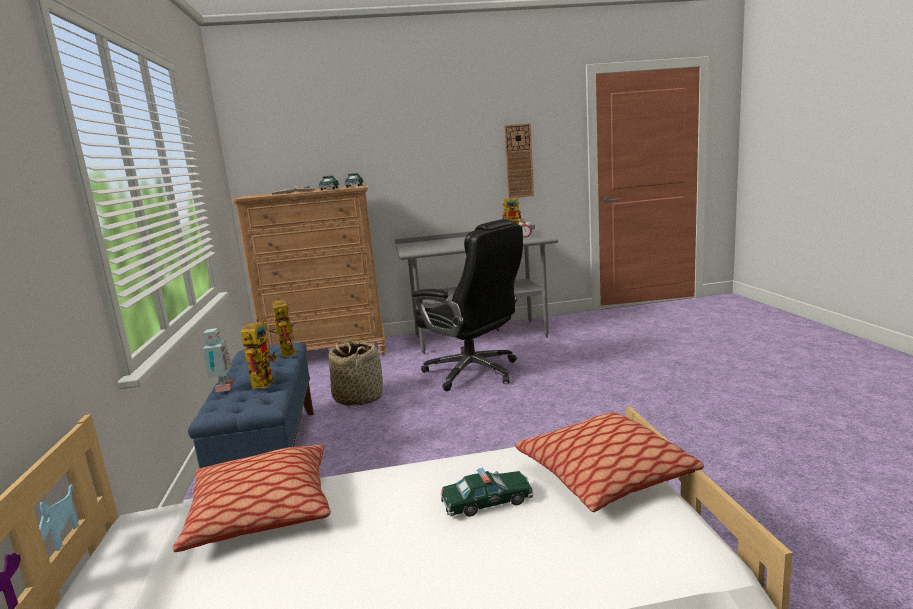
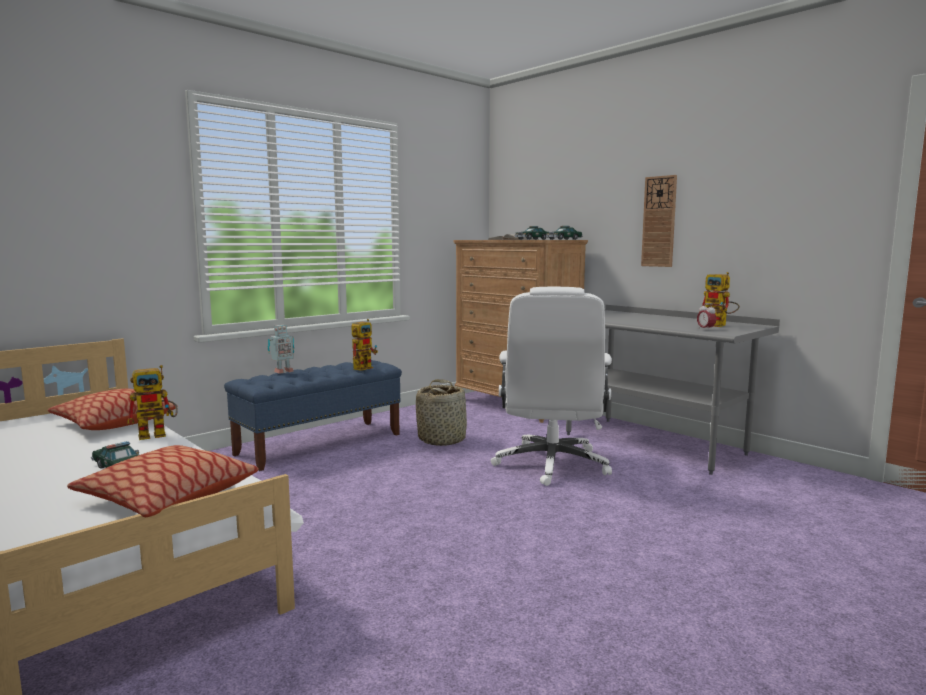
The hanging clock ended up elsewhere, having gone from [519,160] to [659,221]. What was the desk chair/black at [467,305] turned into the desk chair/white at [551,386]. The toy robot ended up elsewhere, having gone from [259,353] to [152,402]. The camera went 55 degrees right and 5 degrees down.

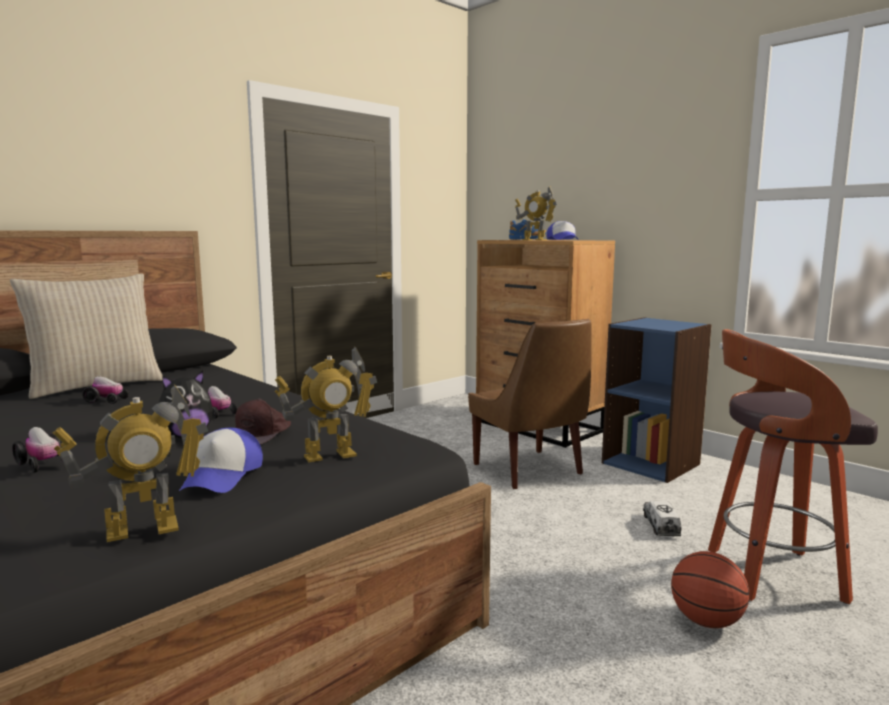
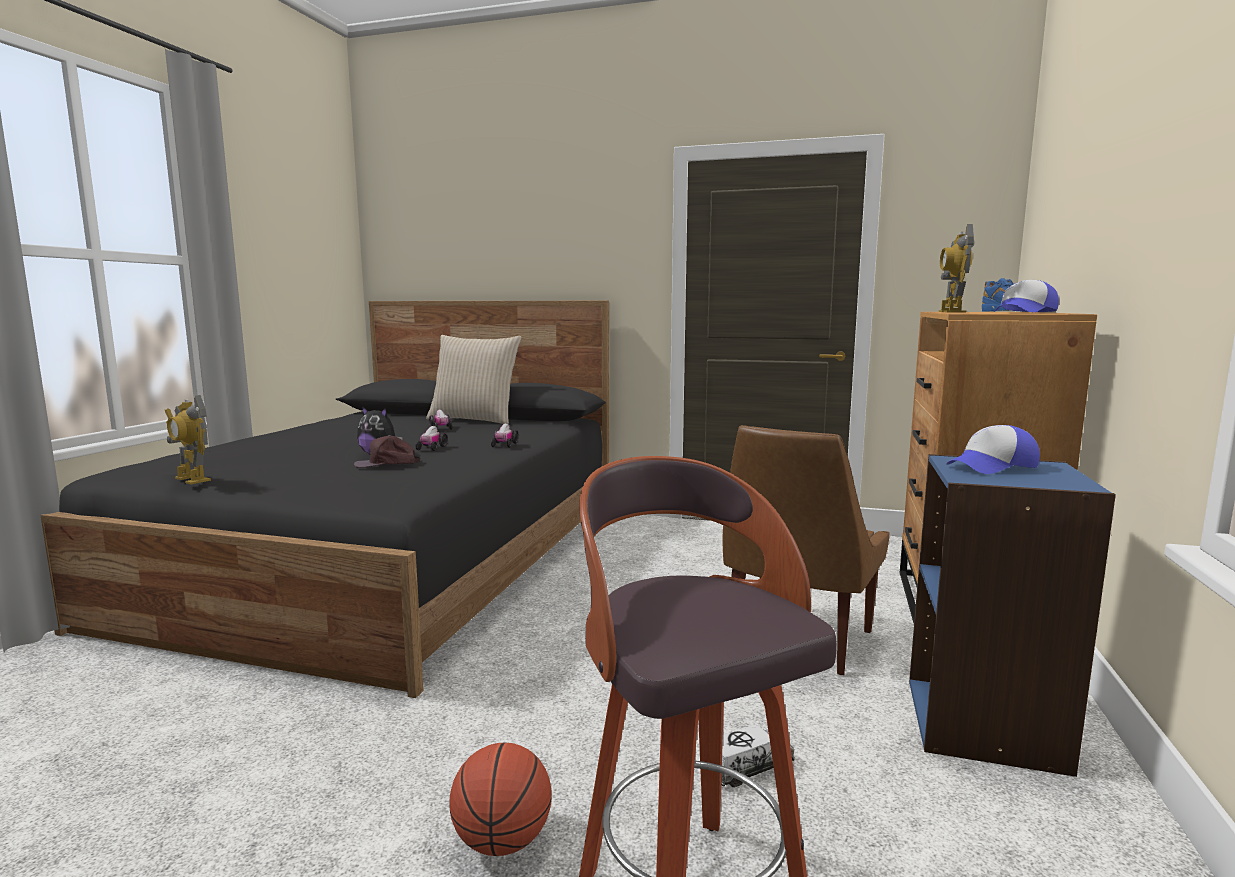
The second view lost the toy robot at [325,404]. The toy car ended up elsewhere, having gone from [38,450] to [505,435]. The peaked cap ended up elsewhere, having gone from [221,460] to [993,449]. The camera went 60 degrees right and 0 degrees up.

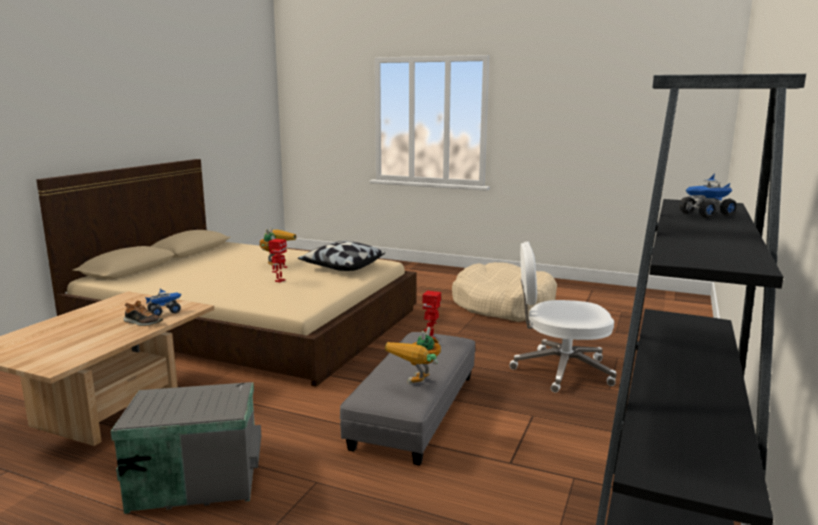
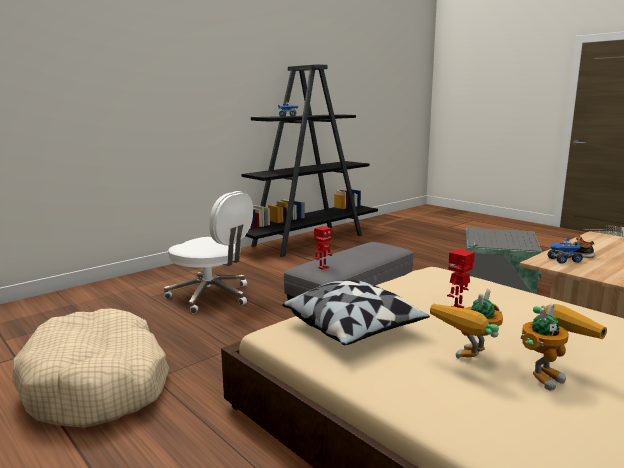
The toy robot ended up elsewhere, having gone from [413,355] to [564,347]. The camera went 155 degrees left and 0 degrees up.

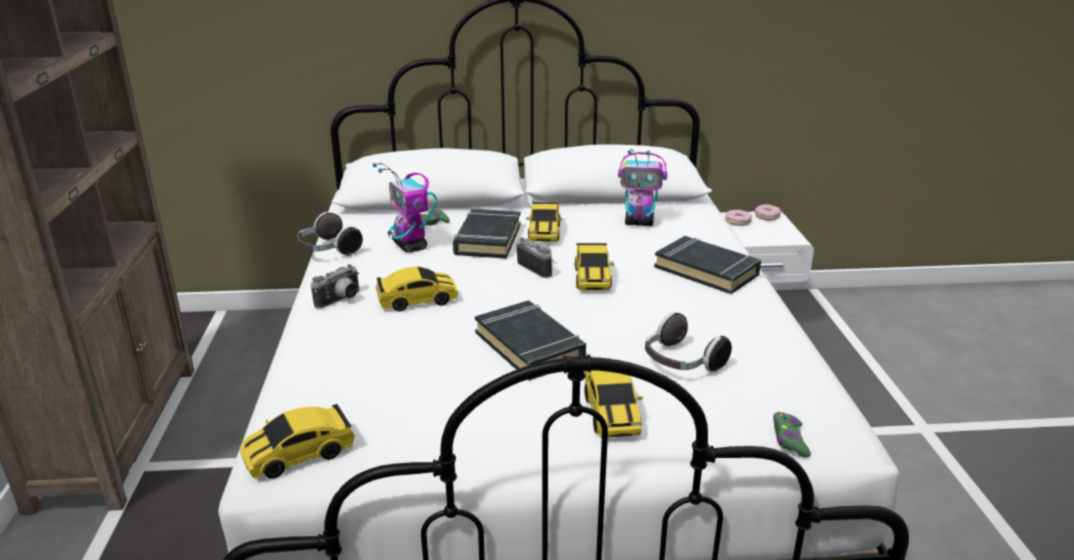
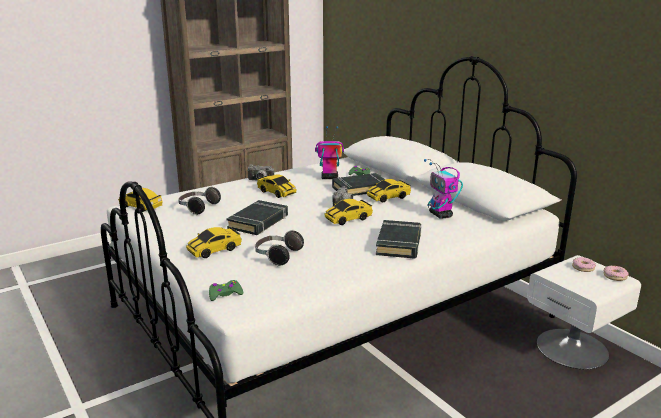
The toy robot at [404,207] ended up facing another way, 60 degrees clockwise from before. The headphones ended up elsewhere, having gone from [330,234] to [199,200]. The camera went 60 degrees right and 5 degrees down.

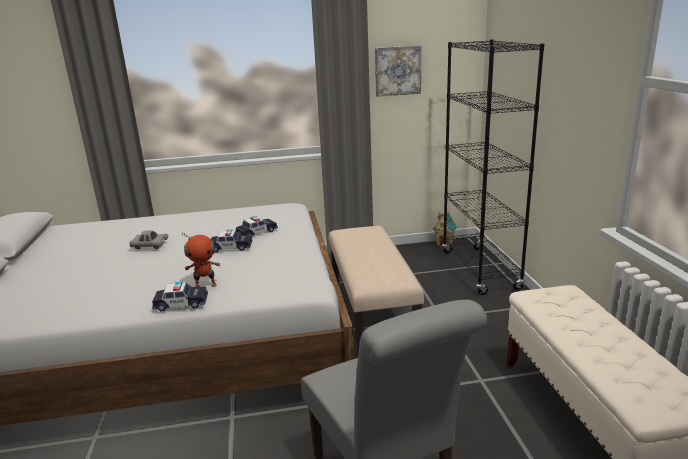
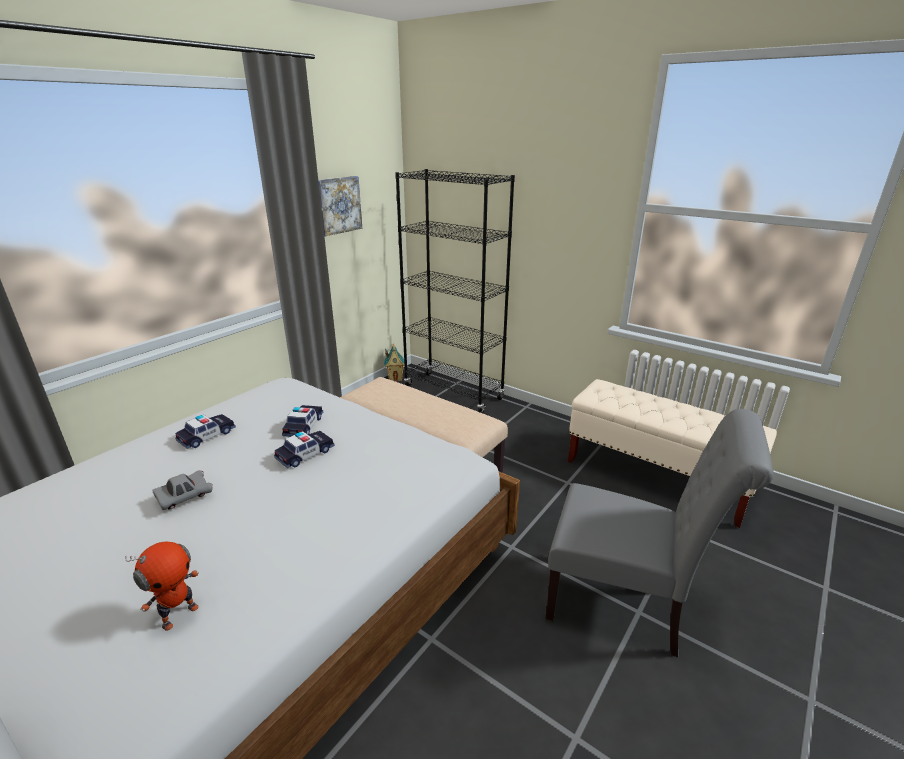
The toy robot ended up elsewhere, having gone from [201,259] to [162,586]. The toy car ended up elsewhere, having gone from [180,296] to [205,431]. The camera went 45 degrees left and 5 degrees up.

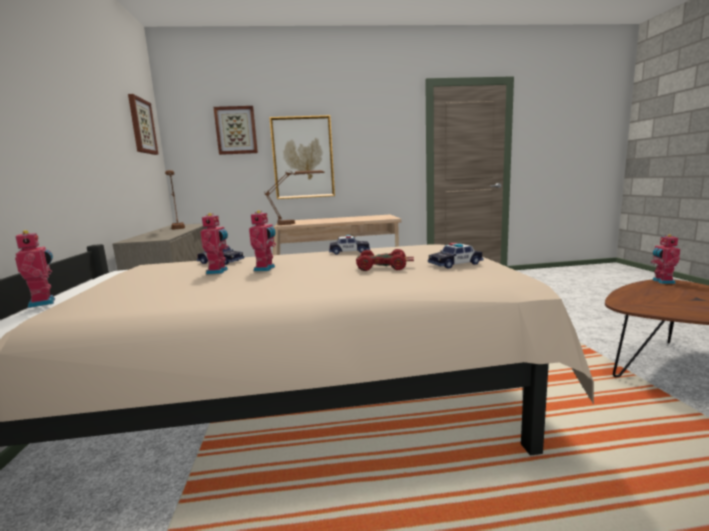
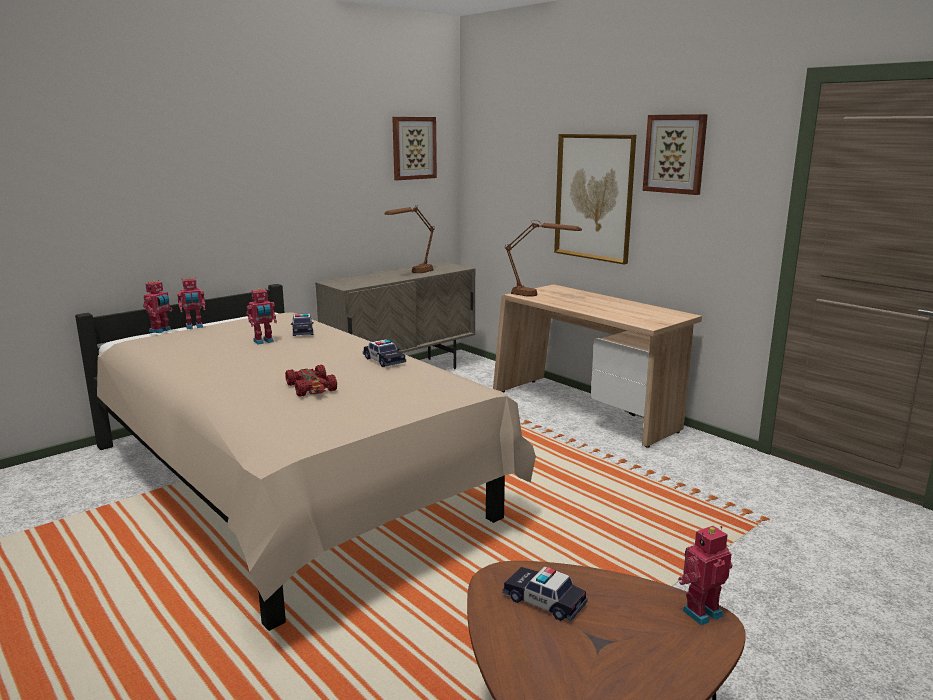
The wall picture ended up elsewhere, having gone from [235,130] to [675,154]. The toy robot ended up elsewhere, having gone from [262,240] to [191,303]. The toy car ended up elsewhere, having gone from [456,255] to [545,593]. The camera went 55 degrees right and 5 degrees up.

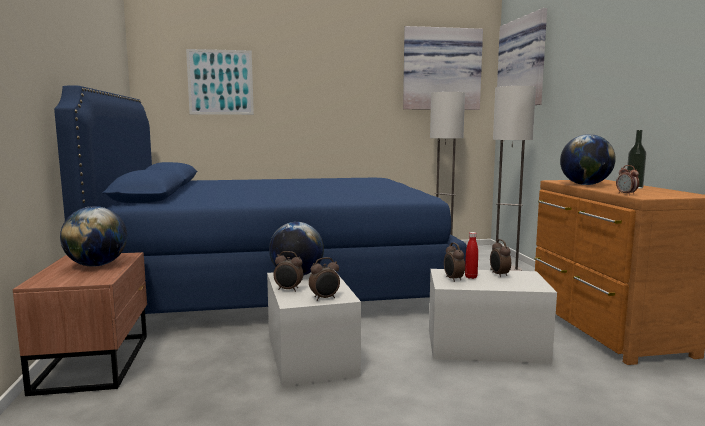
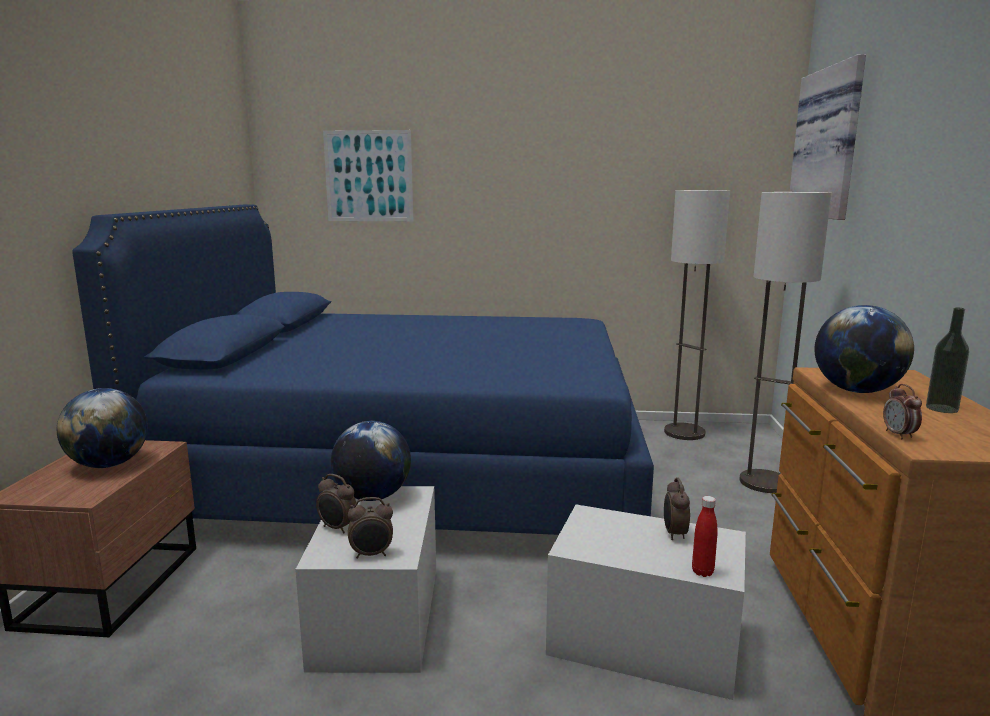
The second view lost the wall picture at [443,68]. The drink bottle/reddish ended up elsewhere, having gone from [471,255] to [705,536]. The second view lost the table clock at [454,262]. The camera went 15 degrees right and 5 degrees up.

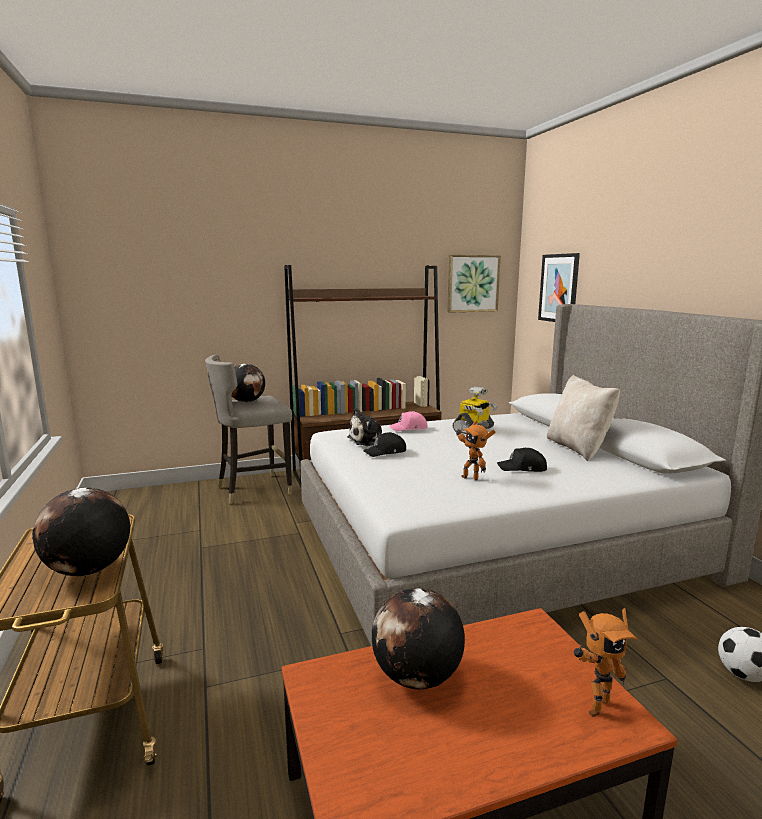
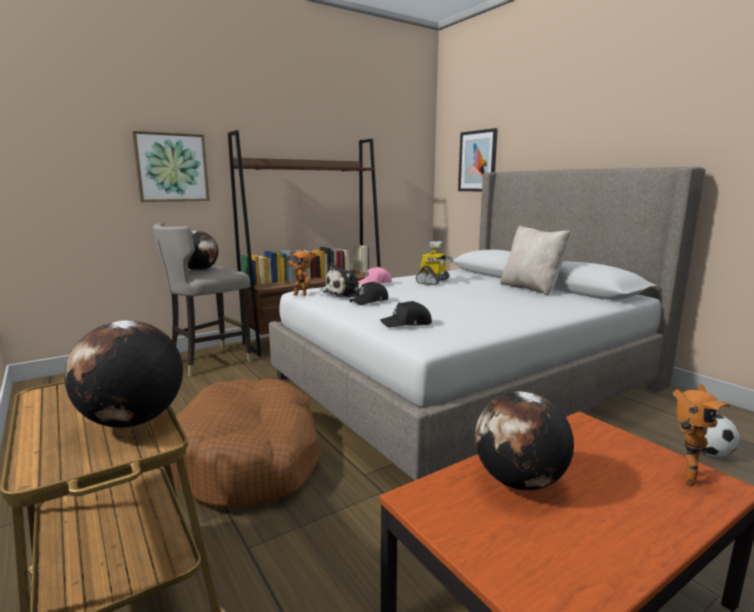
The wall picture ended up elsewhere, having gone from [474,284] to [171,166]. The toy robot ended up elsewhere, having gone from [475,450] to [301,272]. The peaked cap/black ended up elsewhere, having gone from [522,460] to [406,314]. The second view gained the dog bed/brownish at [245,443]. The camera went 15 degrees left and 0 degrees up.

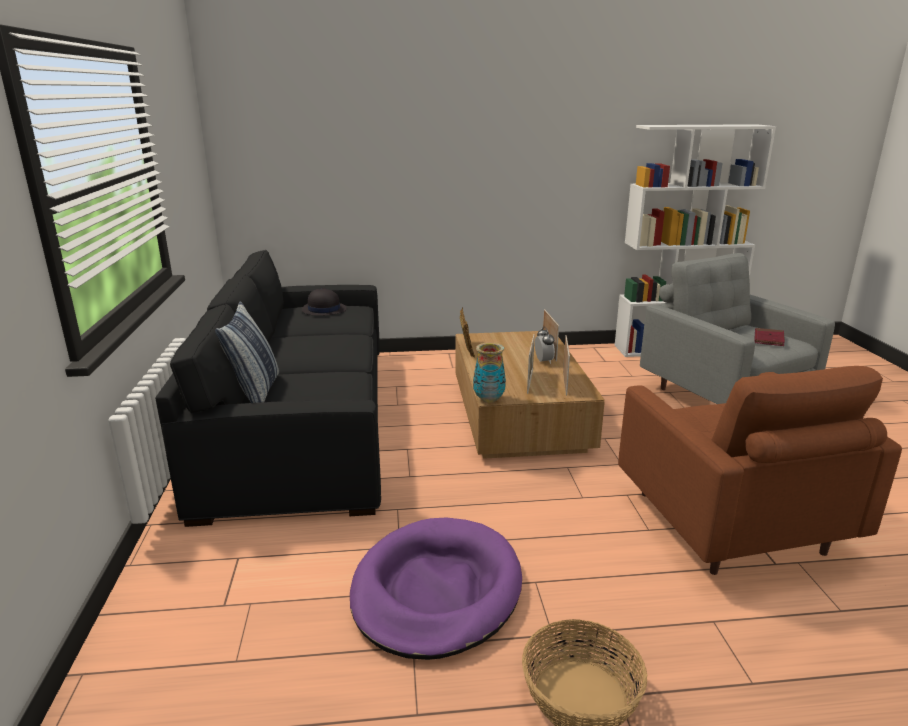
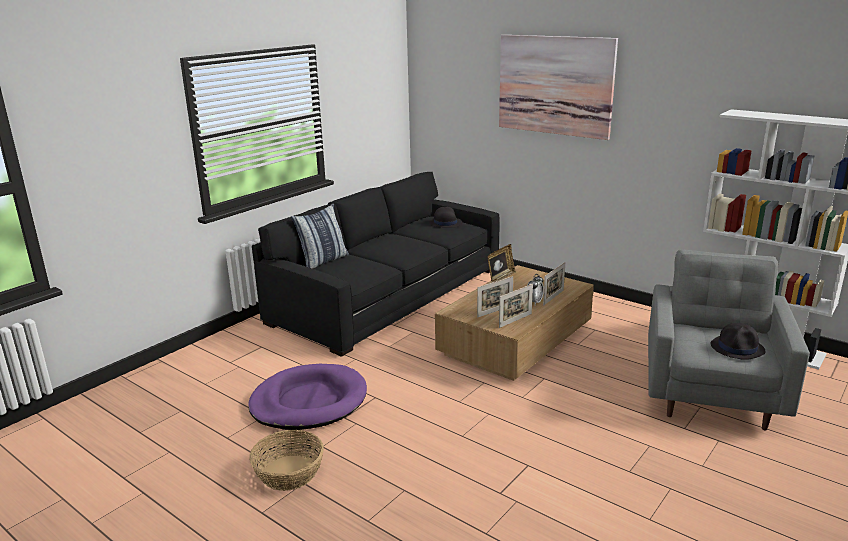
Where the volume/reddish stood at [769,337], the wearable hat/black came to stand at [737,341]. The second view lost the decorative vase at [489,372]. The second view lost the easy chair/brownish at [760,470]. The second view gained the wall picture at [558,87]. The camera went 45 degrees right and 0 degrees up.

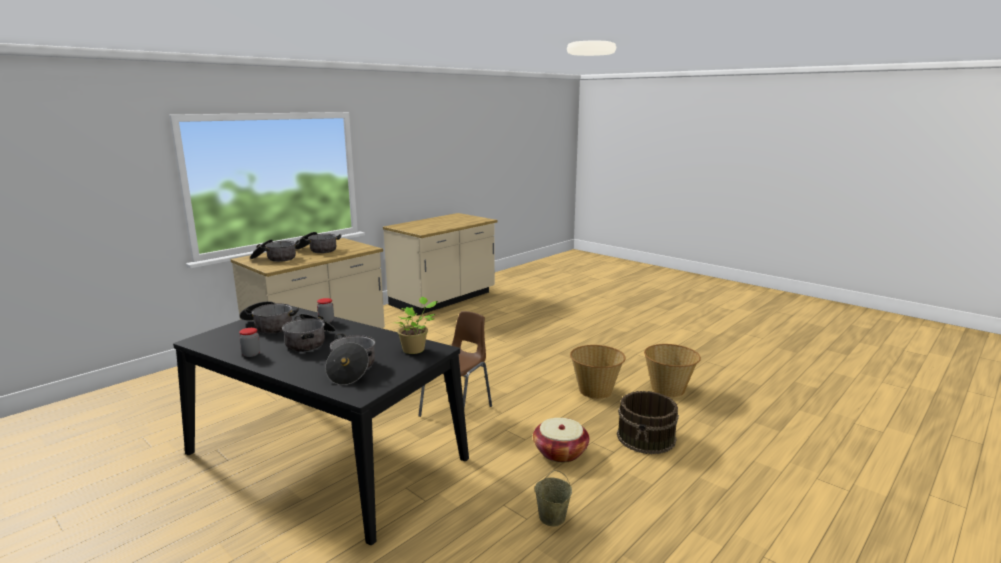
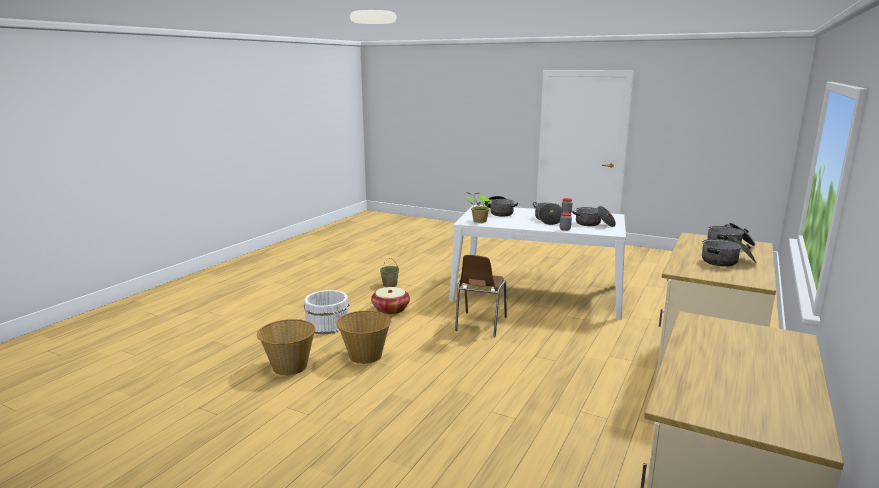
What was the dining table/black at [321,425] turned into the dining table/white at [537,262]. What was the bucket/brownish at [648,422] turned into the bucket/white at [326,312]. The camera went 165 degrees right and 0 degrees up.

